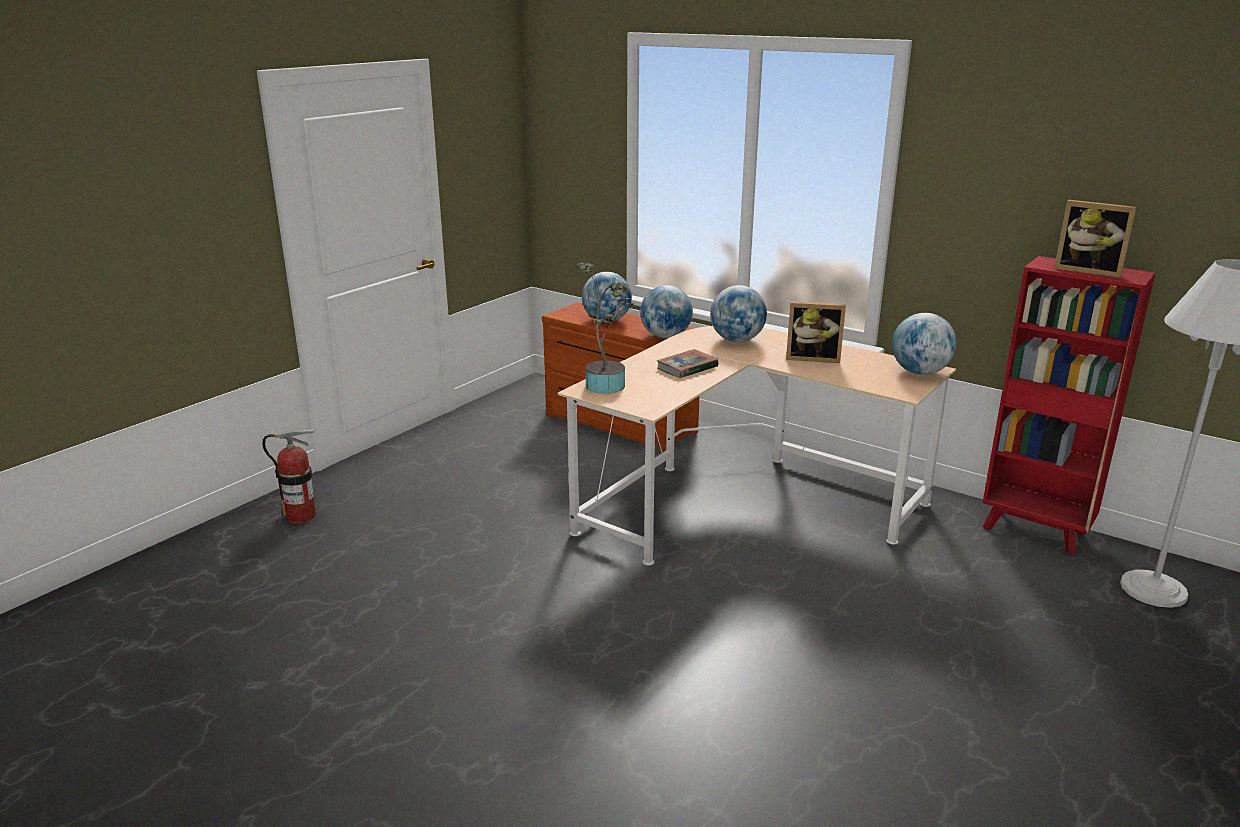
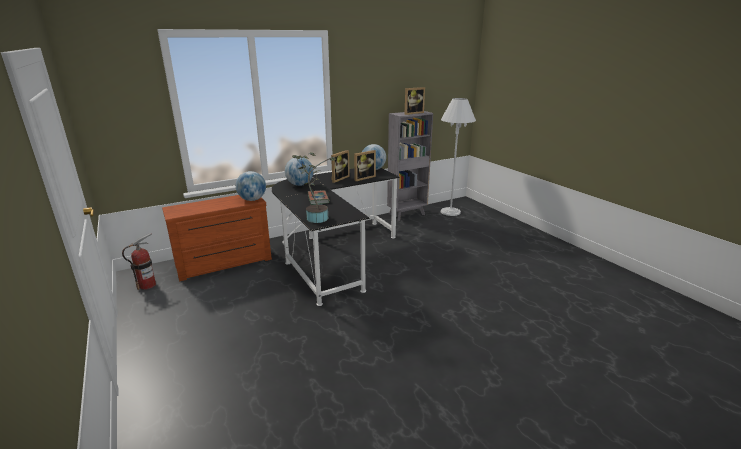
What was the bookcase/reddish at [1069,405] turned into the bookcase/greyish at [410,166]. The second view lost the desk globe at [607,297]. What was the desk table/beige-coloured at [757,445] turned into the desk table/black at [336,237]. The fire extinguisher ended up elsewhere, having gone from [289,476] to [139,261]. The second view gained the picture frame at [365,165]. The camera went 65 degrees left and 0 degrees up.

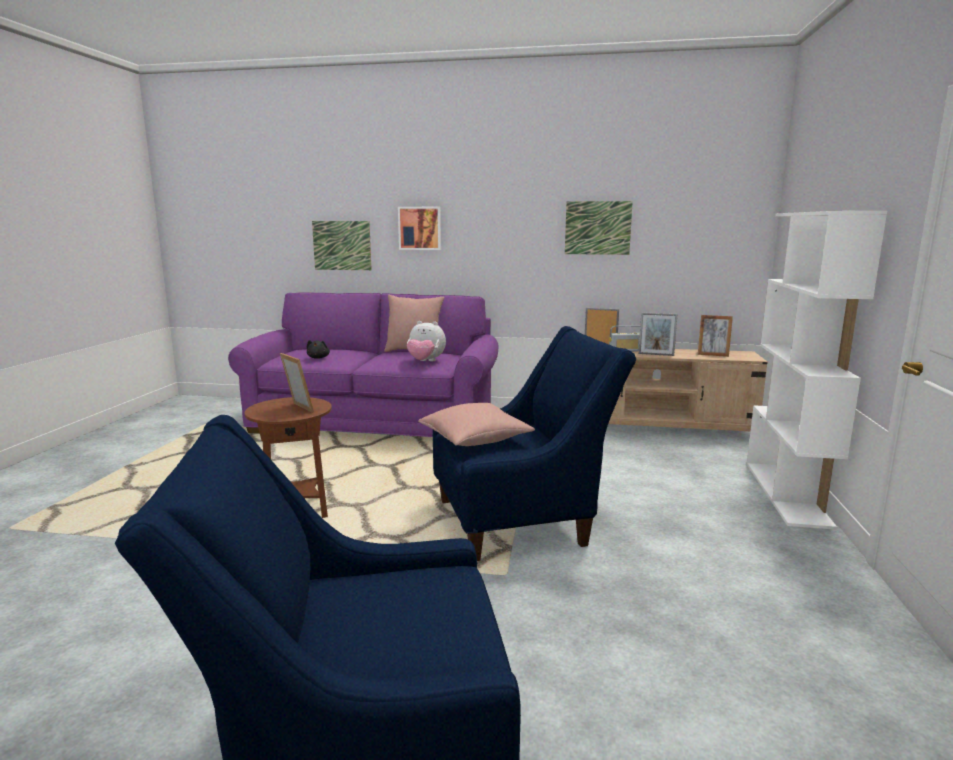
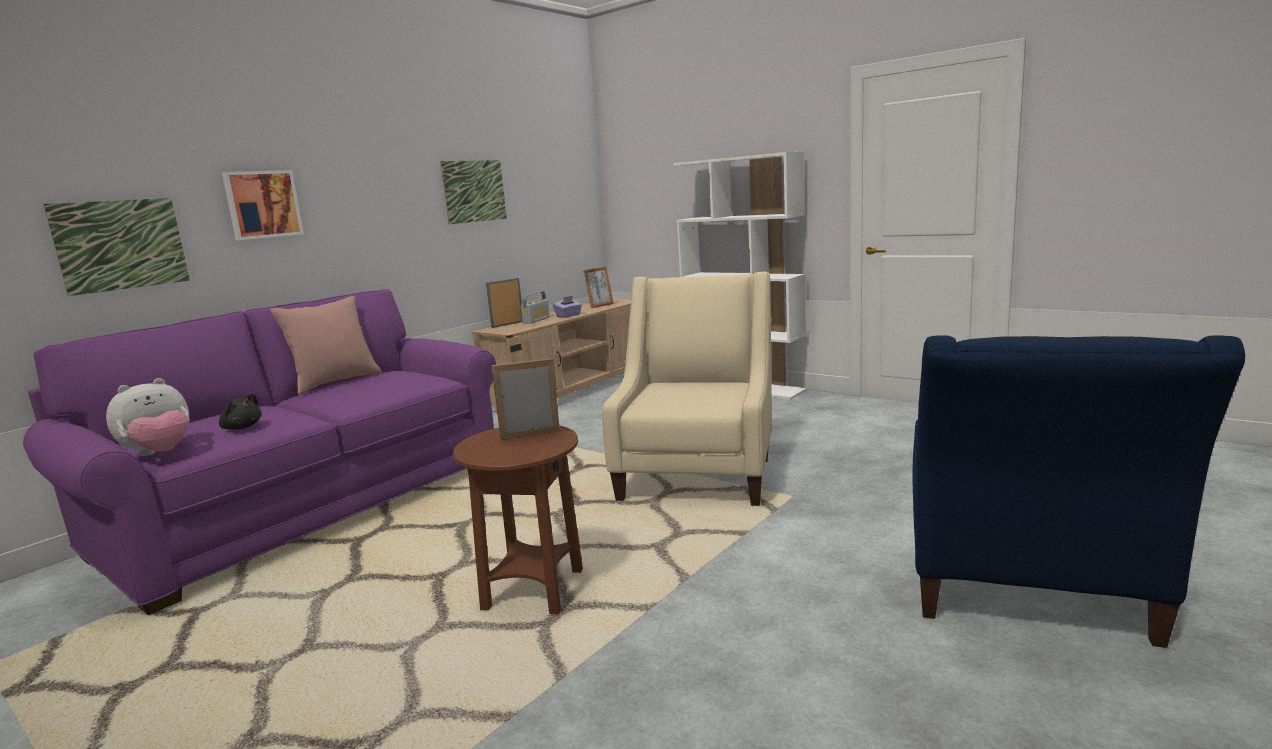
Where the picture frame stood at [658,334], the tissue box/purple-coloured came to stand at [567,307]. The plush toy ended up elsewhere, having gone from [426,341] to [148,417]. What was the easy chair/blue at [534,443] turned into the easy chair/beige-coloured at [687,389]. The second view lost the cushion/pinkish at [476,424]. The camera went 60 degrees left and 0 degrees up.

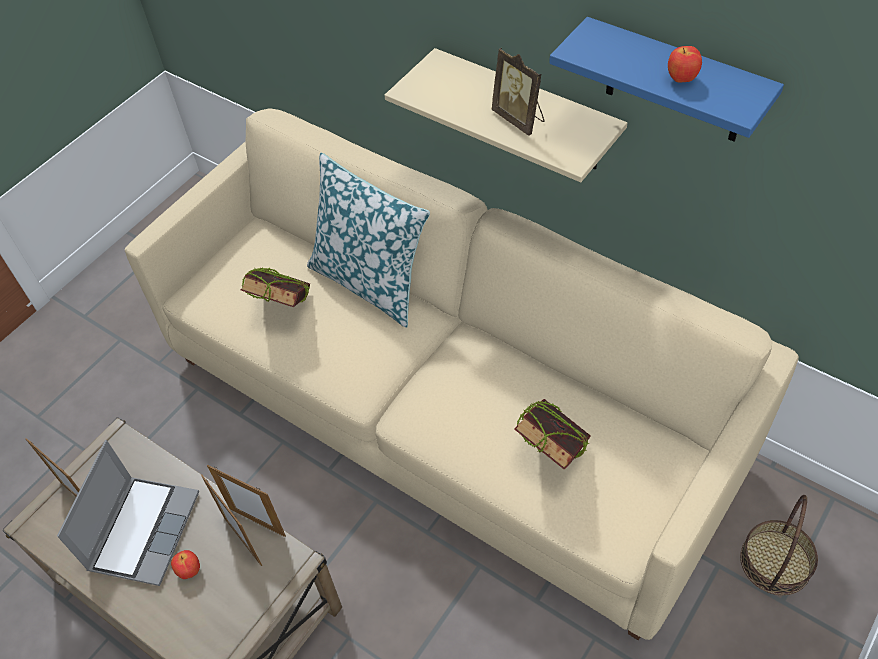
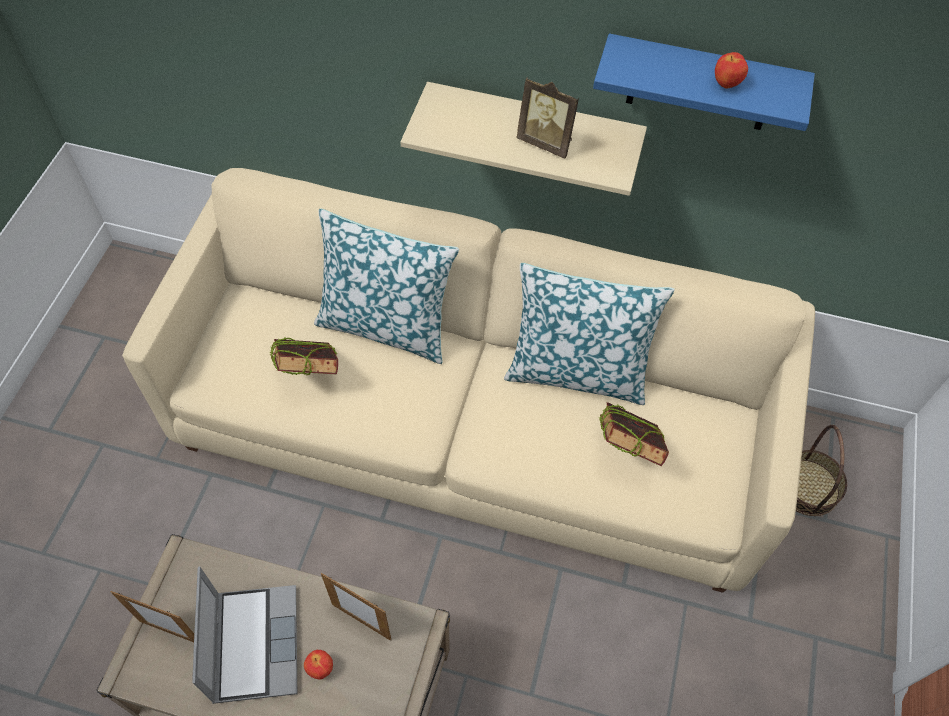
The second view lost the picture frame at [246,501]. The second view gained the cushion at [589,334]. The camera went 25 degrees left and 5 degrees up.

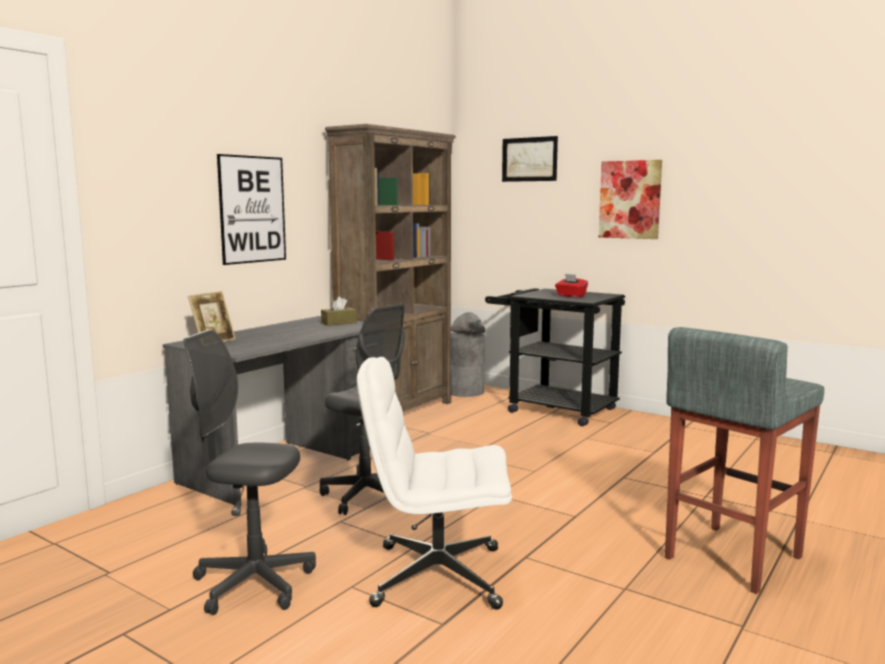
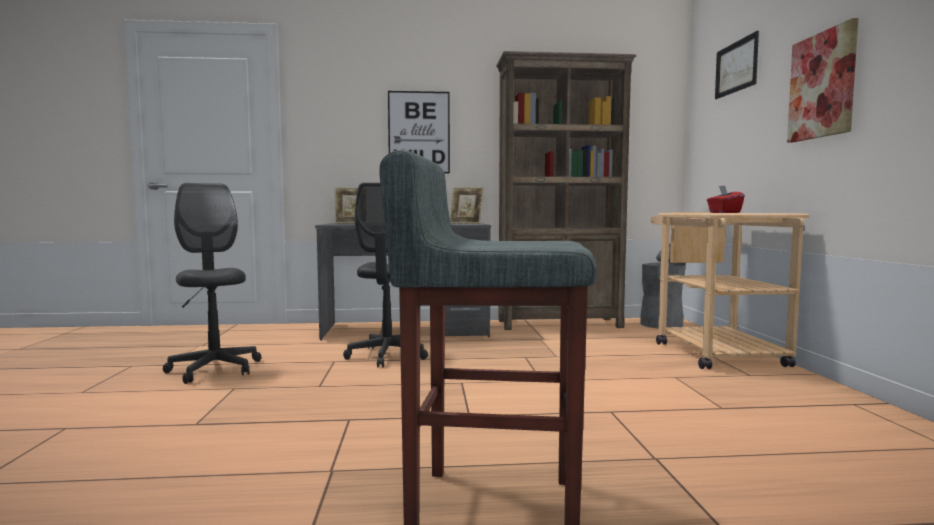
What was the wheeled cart/black at [555,357] turned into the wheeled cart/beige-coloured at [730,290]. Where the tissue box/brownish stood at [339,311], the picture frame came to stand at [467,205]. The second view lost the desk chair/white at [434,483]. The camera went 50 degrees right and 5 degrees down.

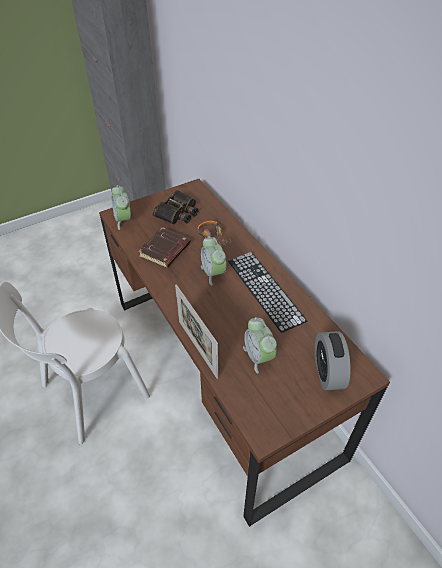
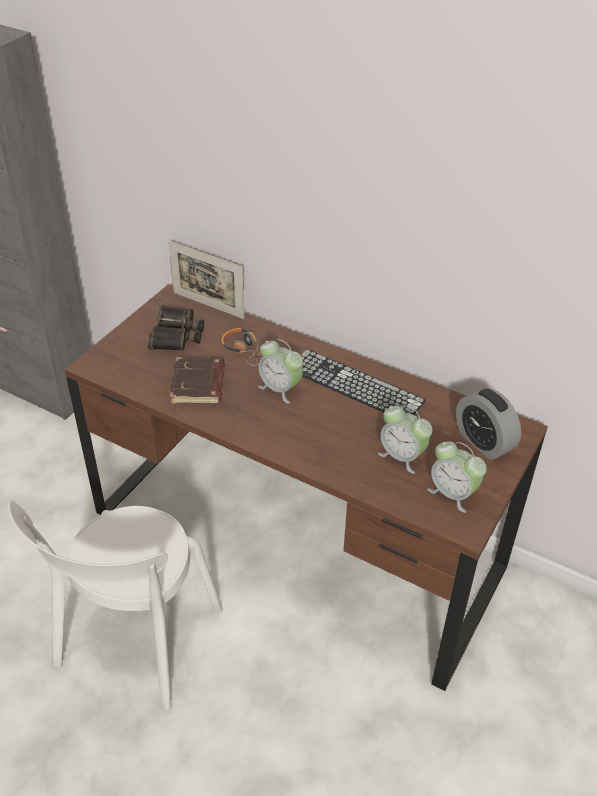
The table clock ended up elsewhere, having gone from [121,207] to [457,477]. The picture frame ended up elsewhere, having gone from [196,332] to [206,280]. The camera went 30 degrees left and 5 degrees down.

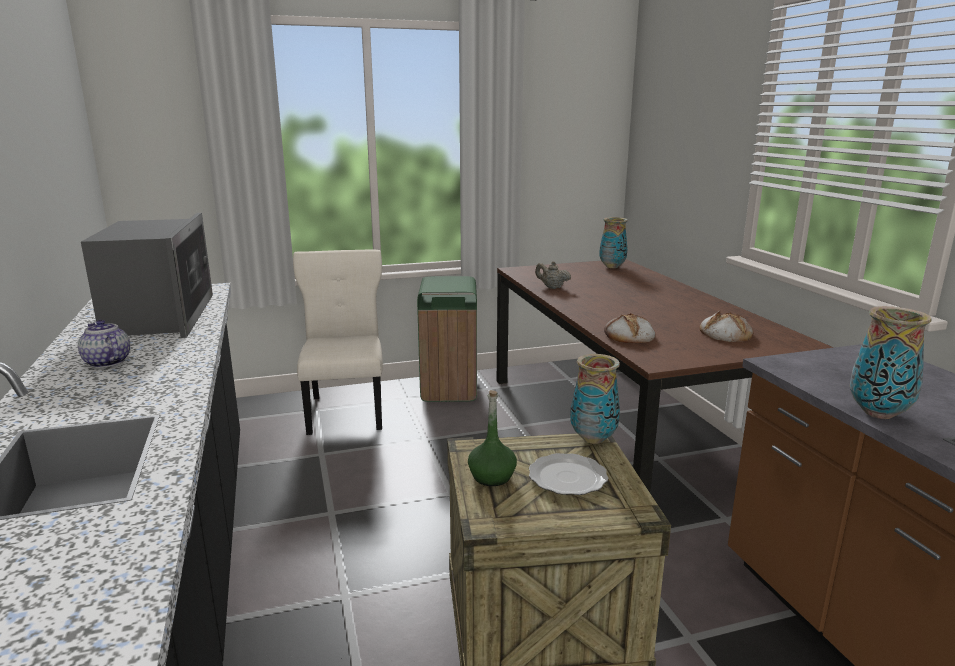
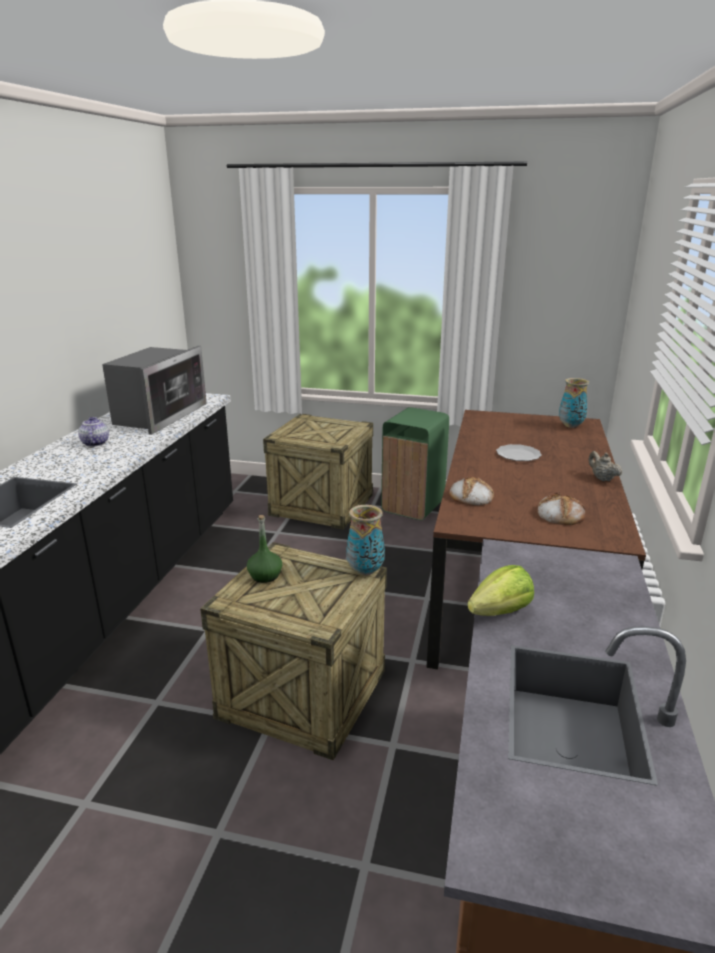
Where the plain chair/beige-coloured stood at [338,342], the shipping crate came to stand at [318,472]. The tea pot/beige-coloured ended up elsewhere, having gone from [553,275] to [605,466]. Where the decorative vase stood at [891,362], the lettuce came to stand at [500,590]. The flat dish ended up elsewhere, having gone from [568,474] to [519,452]. The camera went 30 degrees right and 5 degrees up.

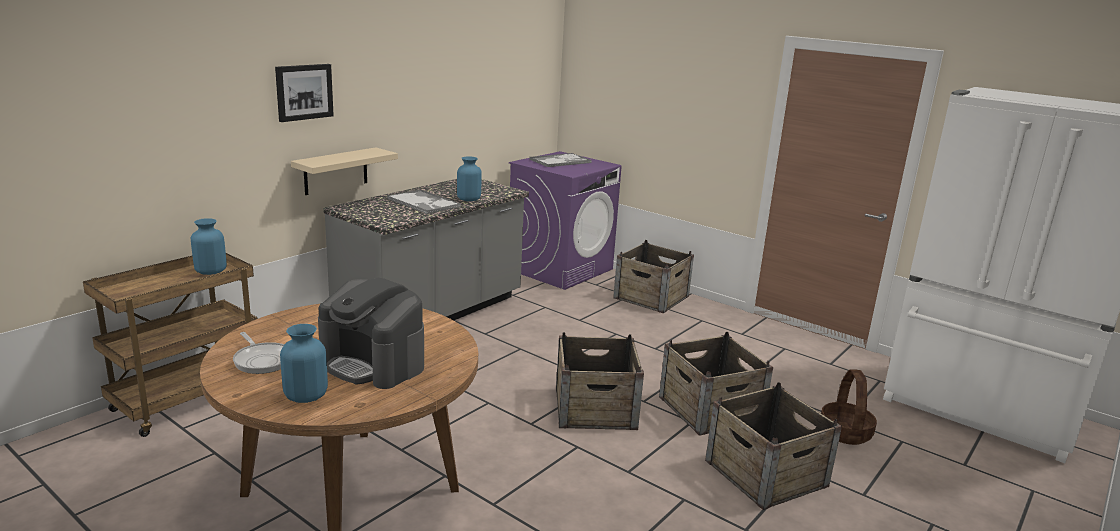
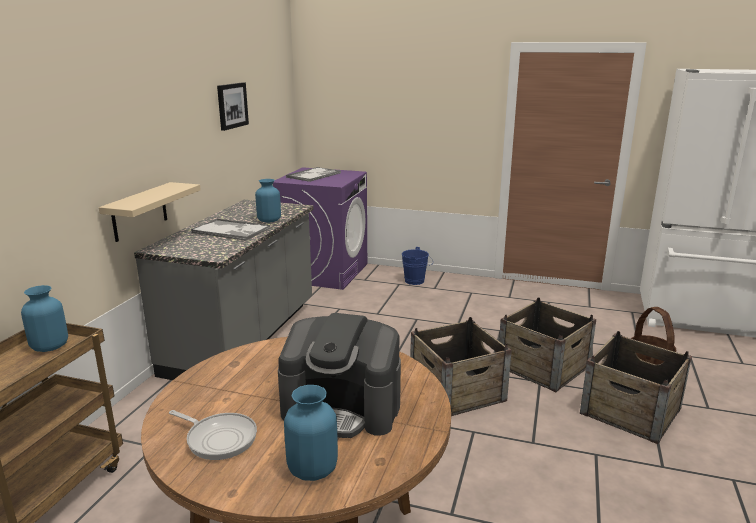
The wall picture ended up elsewhere, having gone from [304,93] to [233,106]. Where the shipping crate stood at [653,276], the bucket/blue came to stand at [417,266]. The camera went 20 degrees left and 0 degrees up.

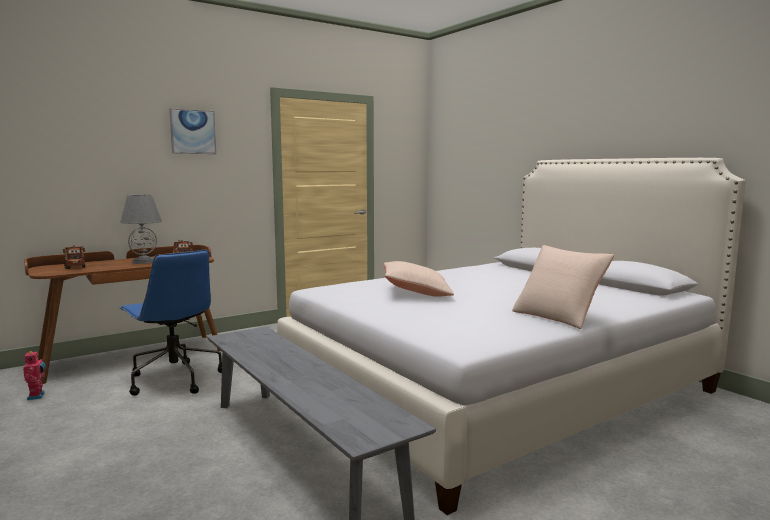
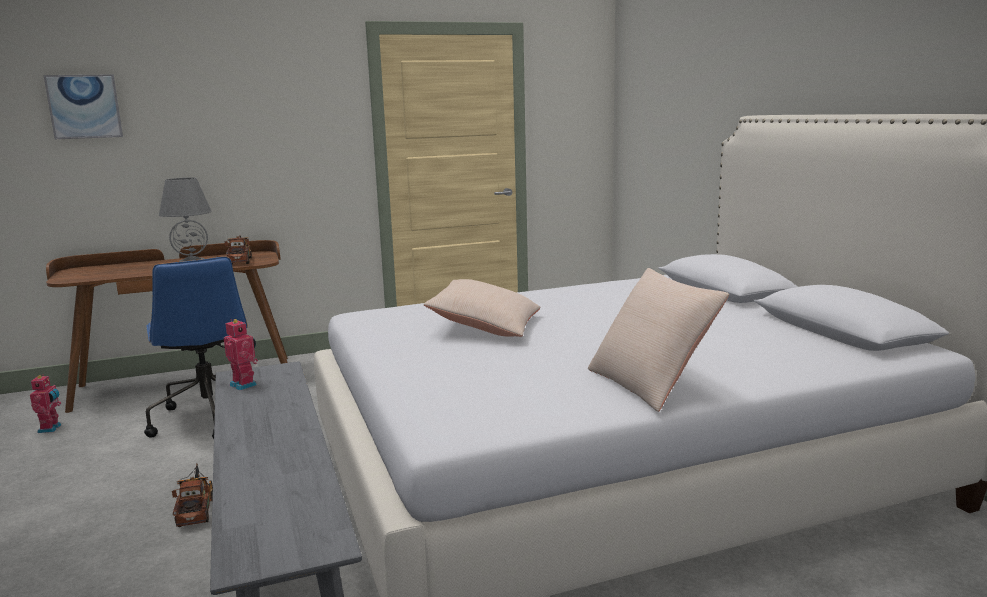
The wall picture ended up elsewhere, having gone from [192,131] to [83,106]. The toy lorry ended up elsewhere, having gone from [74,257] to [192,495]. The second view gained the toy robot at [241,355]. The camera went 15 degrees right and 5 degrees up.

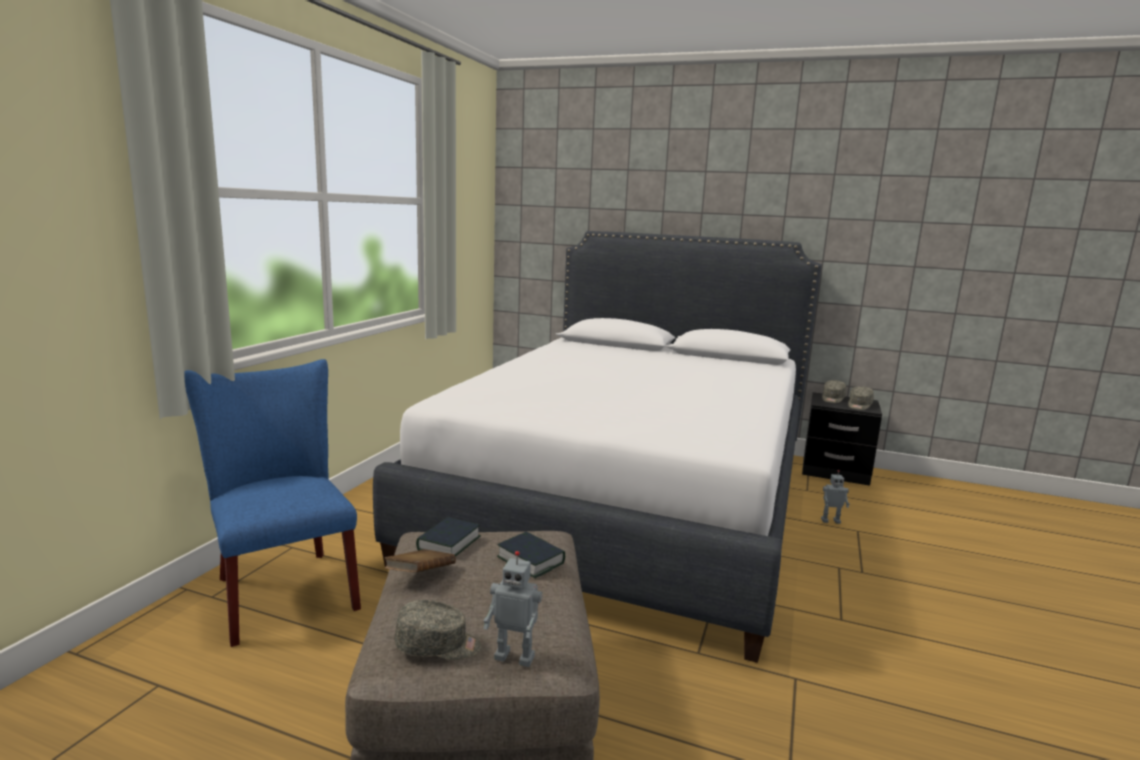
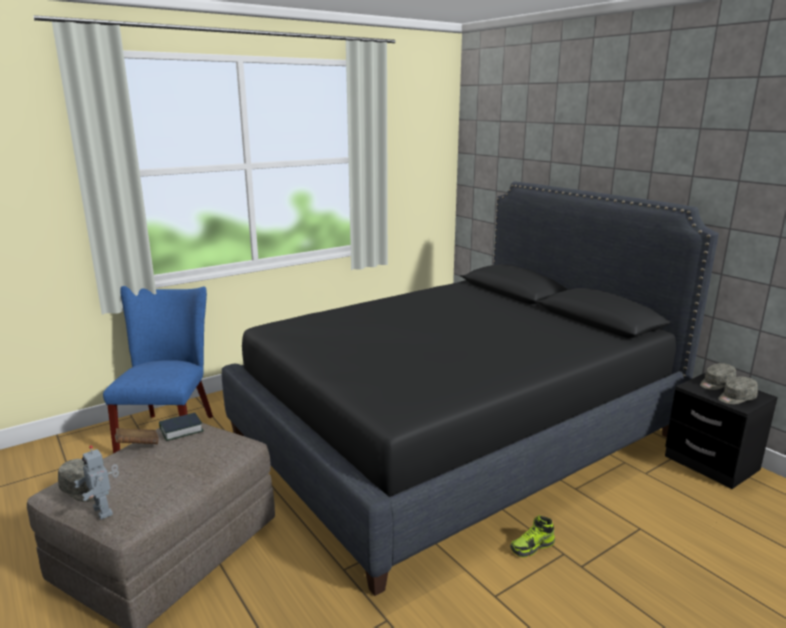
What was the sleeping bed/white at [597,447] turned into the sleeping bed/black at [470,388]. The second view lost the toy robot at [835,497]. The second view lost the volume at [531,555]. The second view gained the shoe at [532,536]. The camera went 35 degrees right and 5 degrees up.

